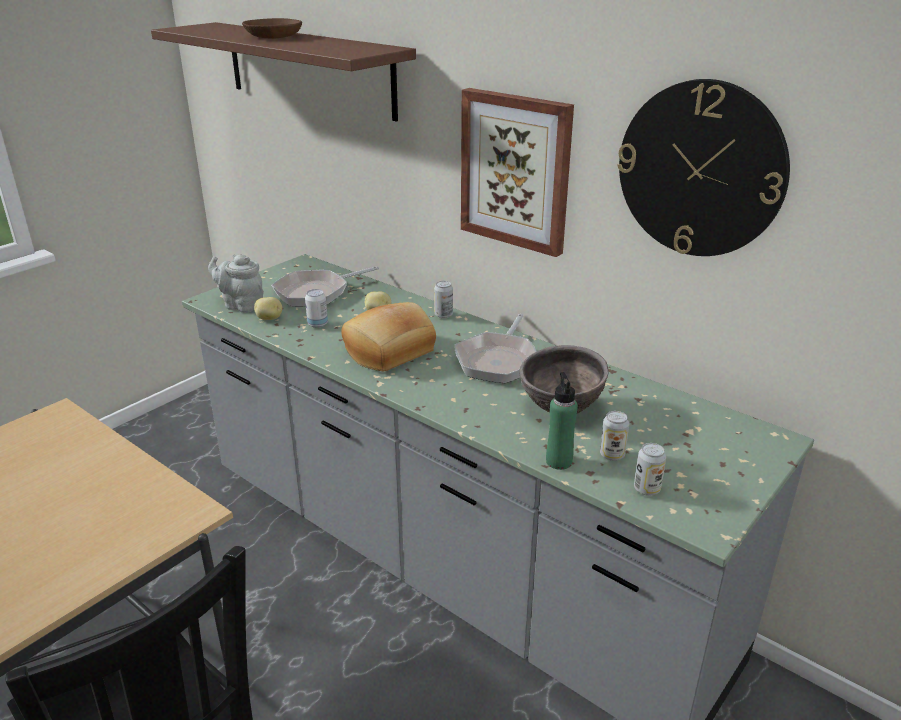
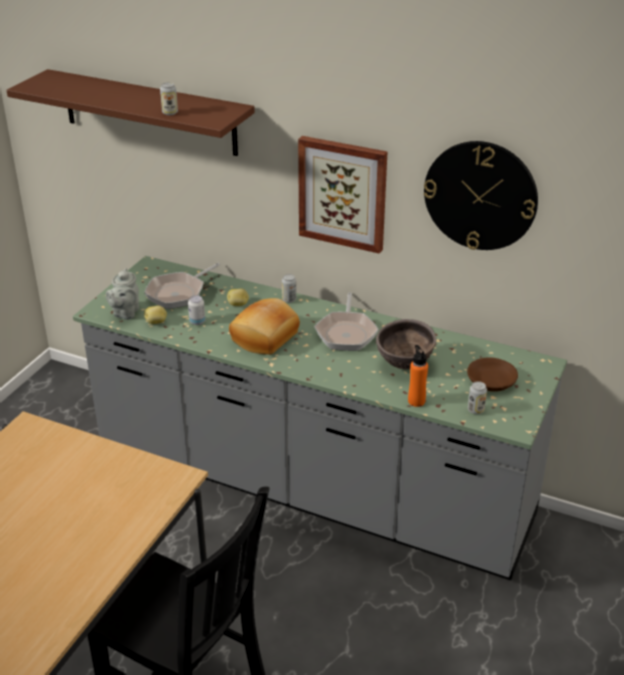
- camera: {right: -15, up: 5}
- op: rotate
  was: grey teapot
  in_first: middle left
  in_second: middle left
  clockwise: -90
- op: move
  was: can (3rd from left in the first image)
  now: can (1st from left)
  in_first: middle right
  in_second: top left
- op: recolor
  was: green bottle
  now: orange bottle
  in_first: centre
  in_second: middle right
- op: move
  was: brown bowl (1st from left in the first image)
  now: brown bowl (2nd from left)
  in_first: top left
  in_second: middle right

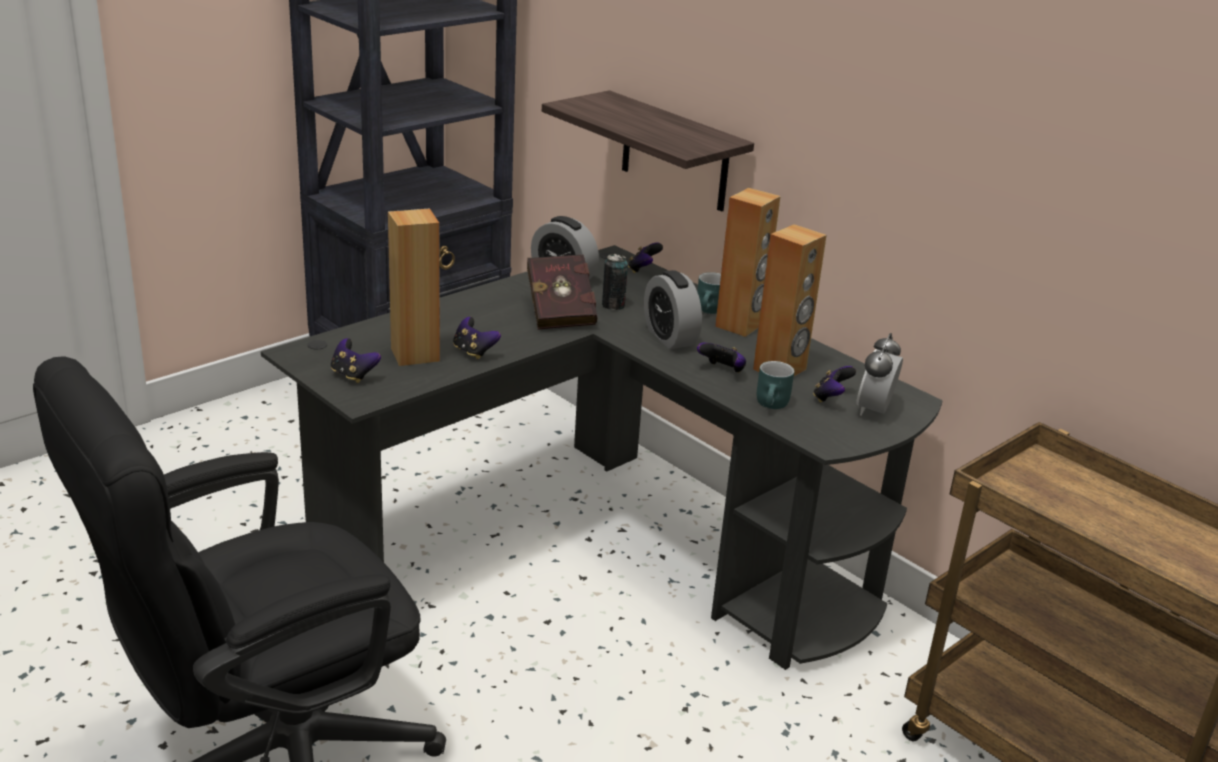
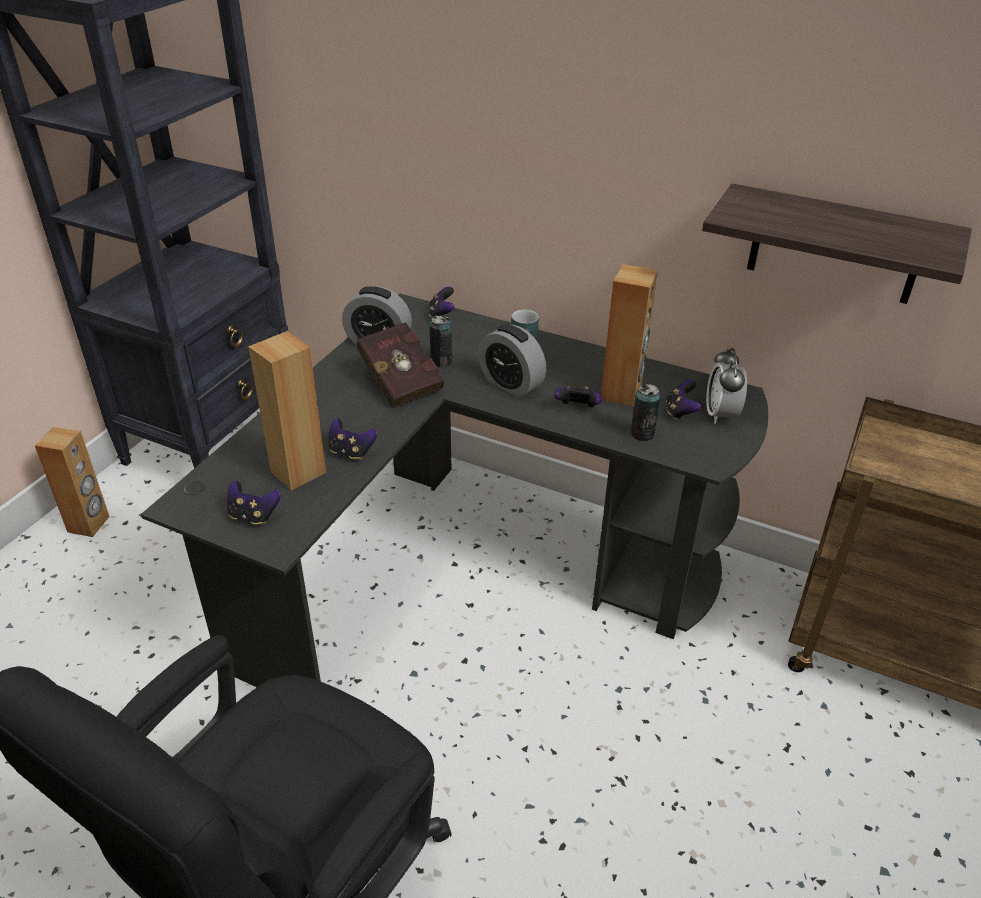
- camera: {right: -20, up: 10}
- op: move
  was: brown speaker (2nd from left in the first image)
  now: brown speaker (1st from left)
  in_first: centre
  in_second: middle left
- op: replace
  was: turquoise mug (2nd from left)
  now: can (2nd from left)
  in_first: centre
  in_second: centre
- op: move
  was: shelf
  in_first: top centre
  in_second: top right

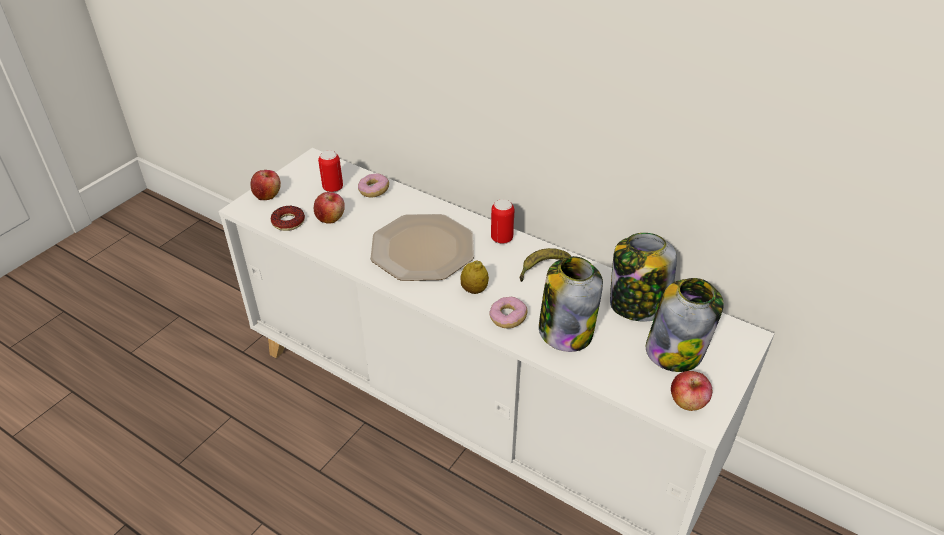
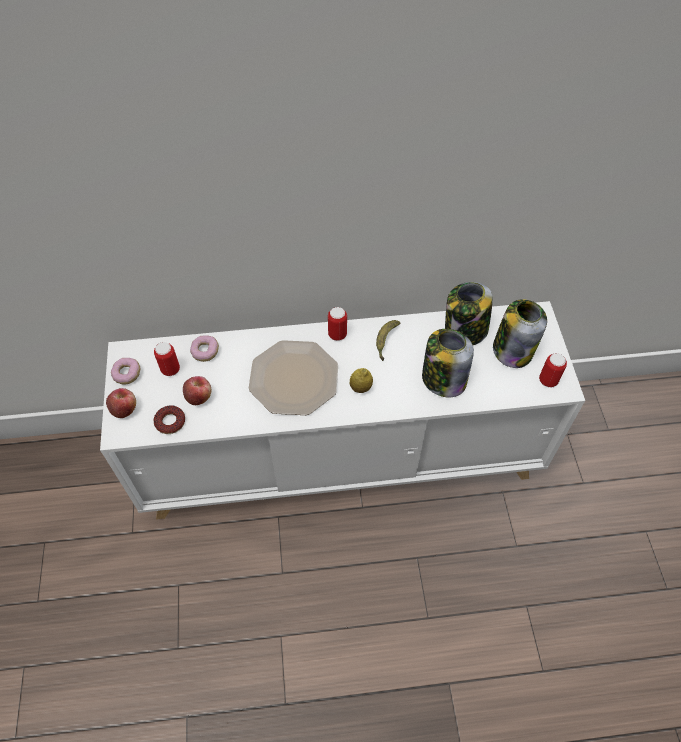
- camera: {right: -40, up: 15}
- op: move
  was: donut (3rd from left in the first image)
  now: donut (1st from left)
  in_first: centre
  in_second: middle left
- op: replace
  was: apple (3rd from left)
  now: can (3rd from left)
  in_first: bottom right
  in_second: middle right

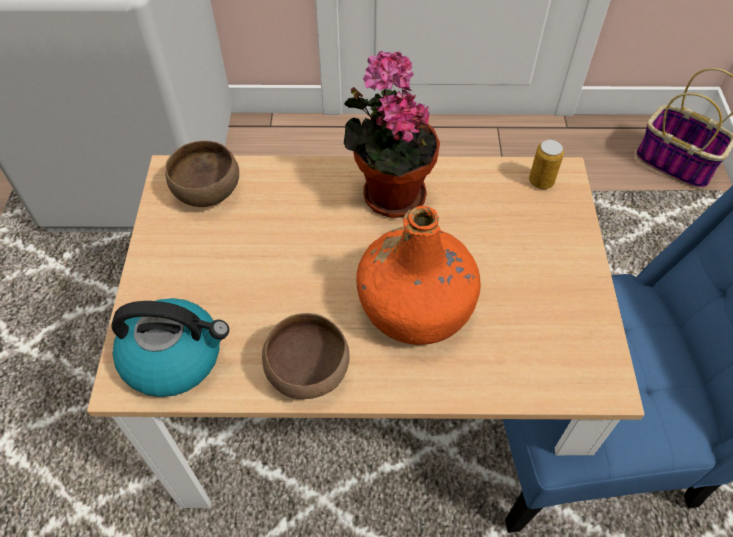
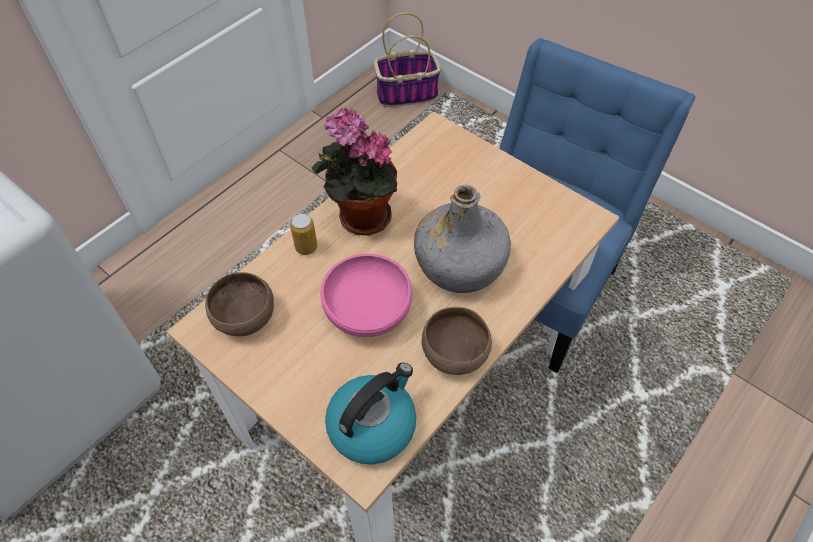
- camera: {right: -50, up: 0}
- op: move
  was: can
  in_first: top right
  in_second: centre
- op: insert
  now: pink bowl
  in_second: centre
- op: recolor
  was: orange bottle
  now: grey bottle
  in_first: centre
  in_second: centre

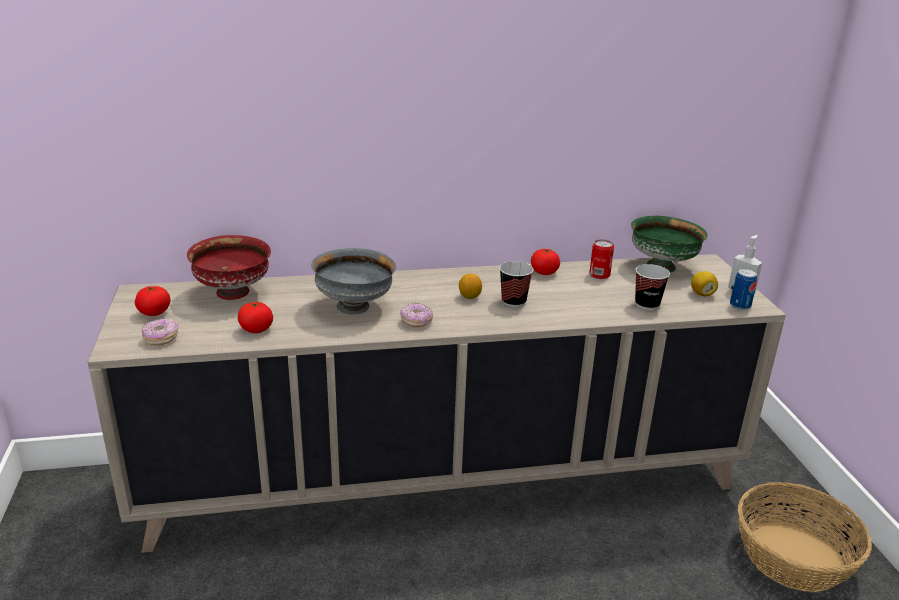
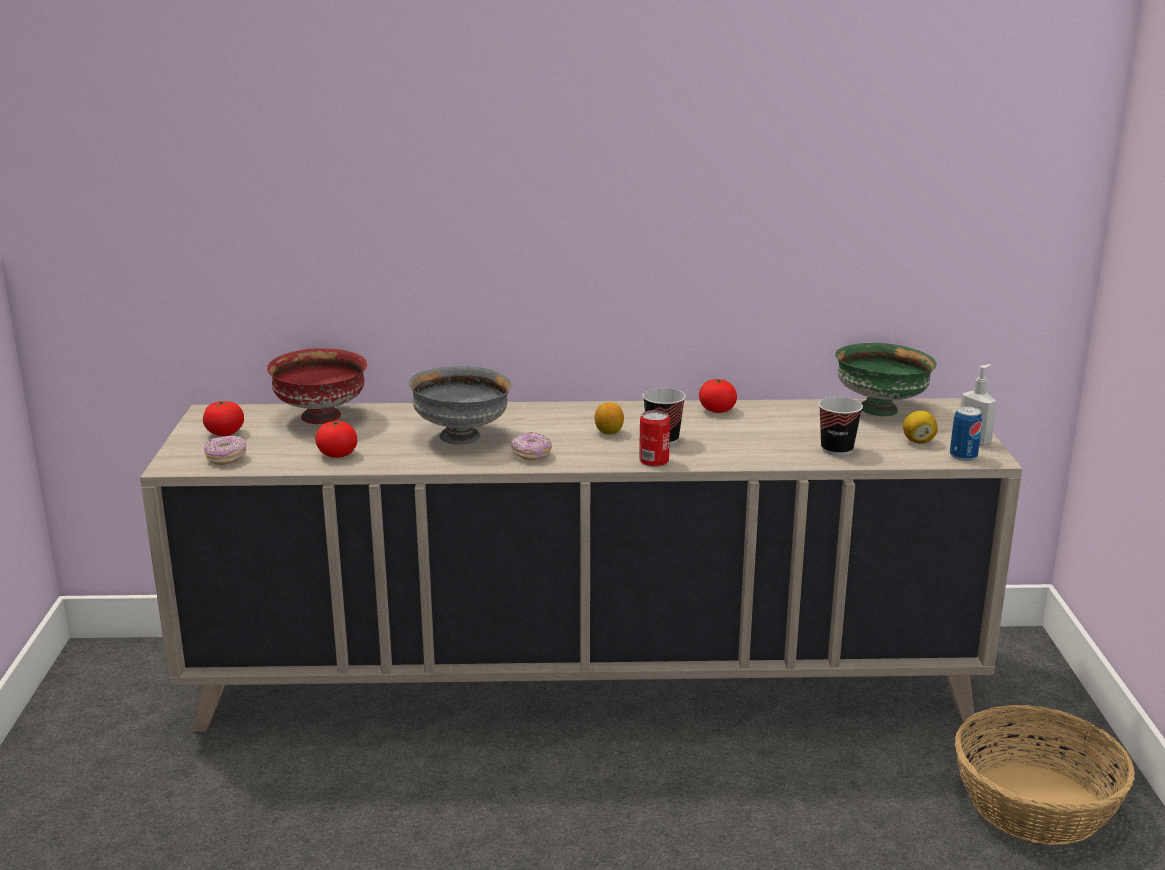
- camera: {right: 10, up: -5}
- op: move
  was: can (1st from left)
  in_first: middle right
  in_second: centre

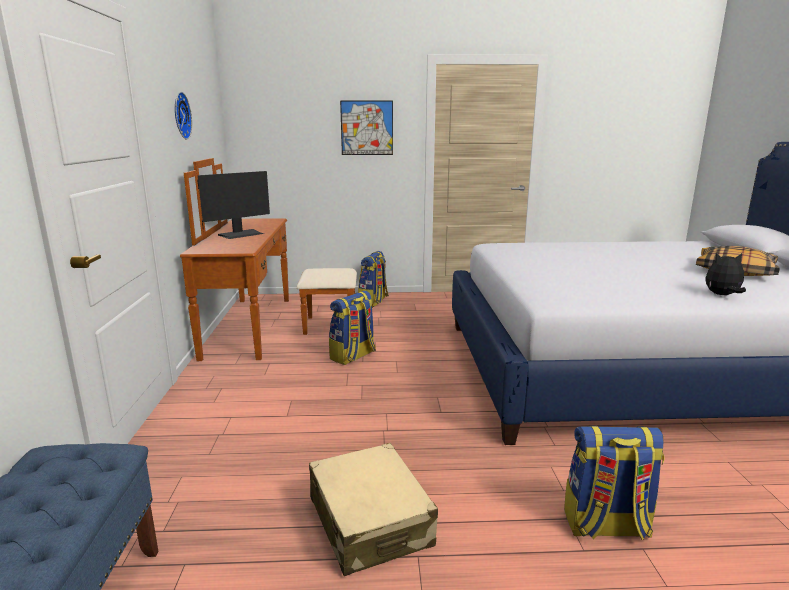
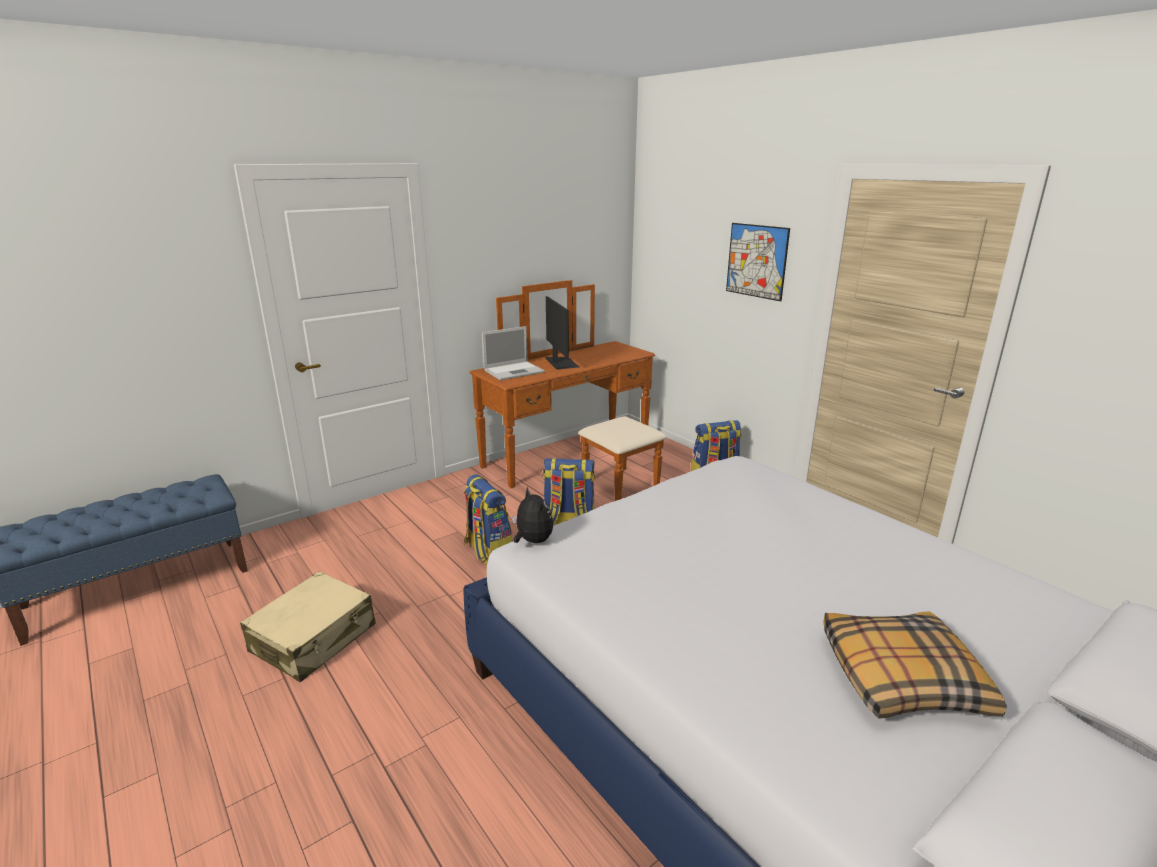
- camera: {right: 55, up: 5}
- op: move
  was: backpack (3rd from left in the first image)
  now: backpack (1st from left)
  in_first: bottom right
  in_second: centre
- op: insert
  now: laptop
  in_second: centre
- op: move
  was: plush toy
  in_first: middle right
  in_second: centre
- op: rotate
  was: monitor
  in_first: middle left
  in_second: centre
  clockwise: -120
- op: delete
  was: wall clock
  in_first: top left

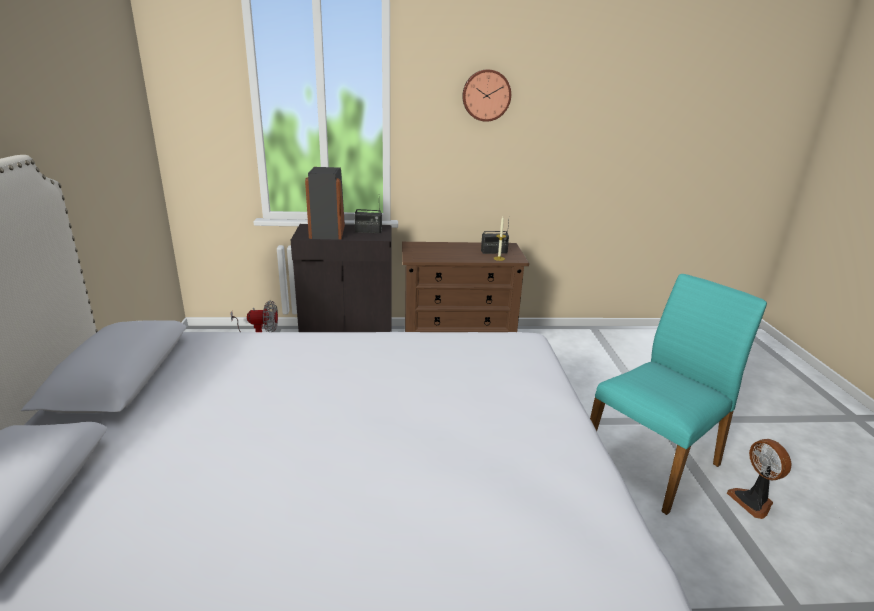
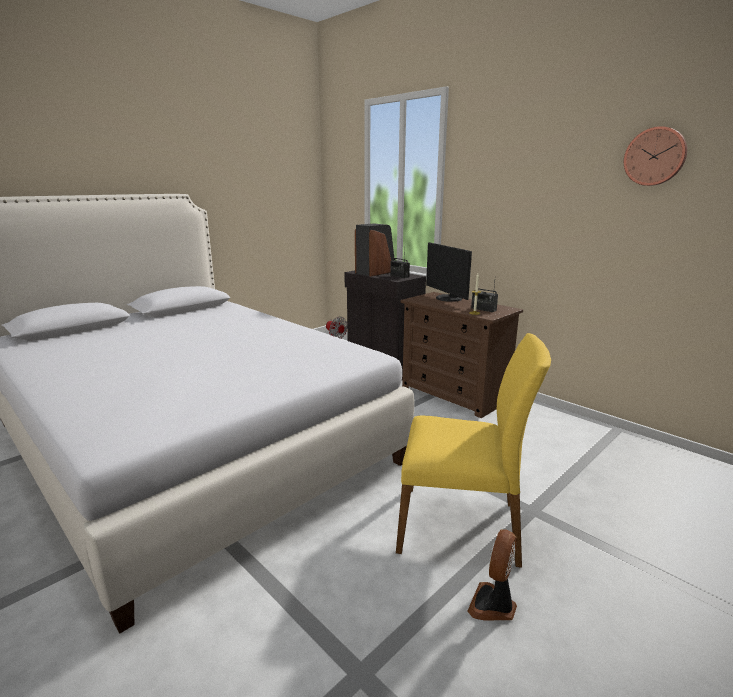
- camera: {right: 50, up: -5}
- op: recolor
  was: turquoise chair
  now: yellow chair
  in_first: middle right
  in_second: centre
- op: insert
  now: monitor
  in_second: centre
- op: move
  was: wall clock
  in_first: top centre
  in_second: top right

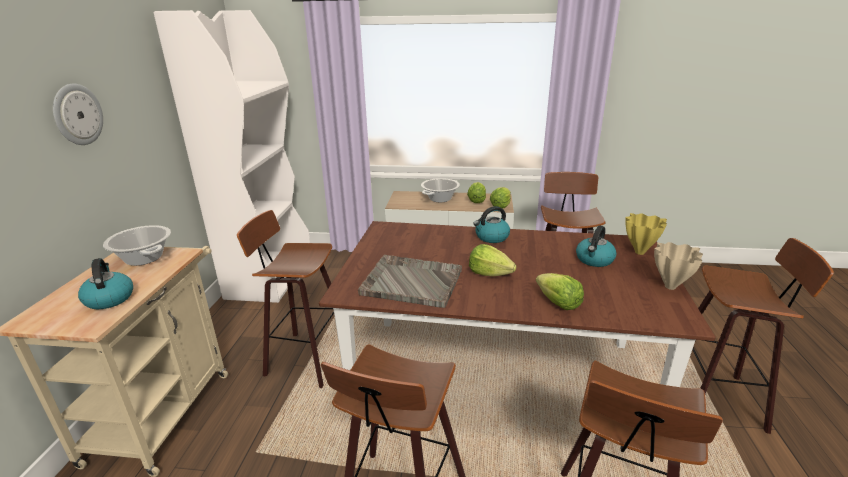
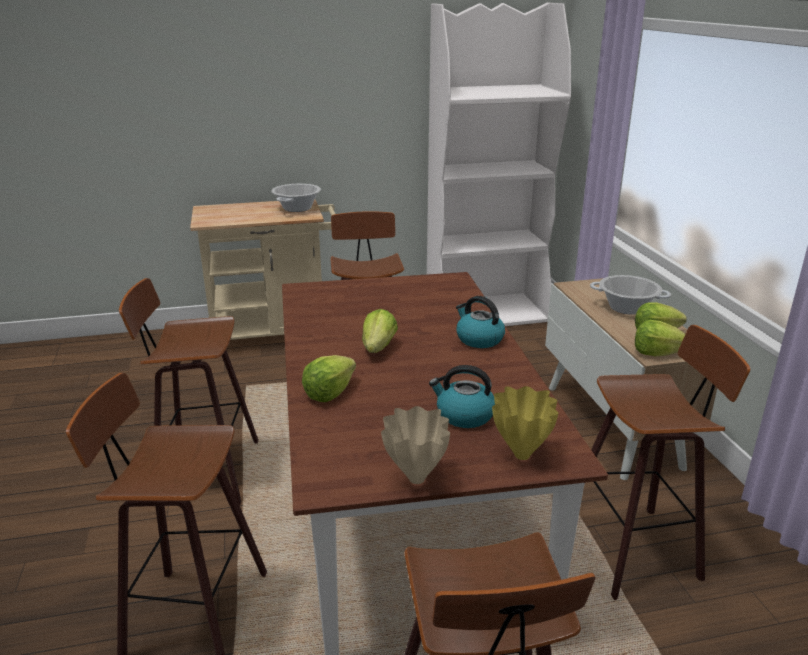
- camera: {right: 70, up: 0}
- op: delete
  was: wall clock
  in_first: top left
- op: delete
  was: kettle (1st from left)
  in_first: middle left
- op: delete
  was: grey tray
  in_first: centre

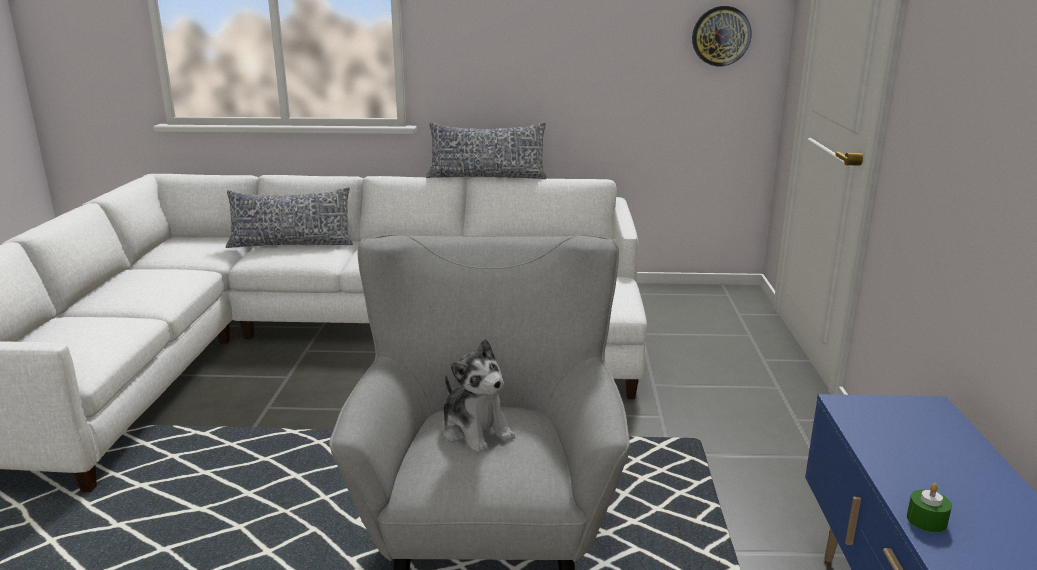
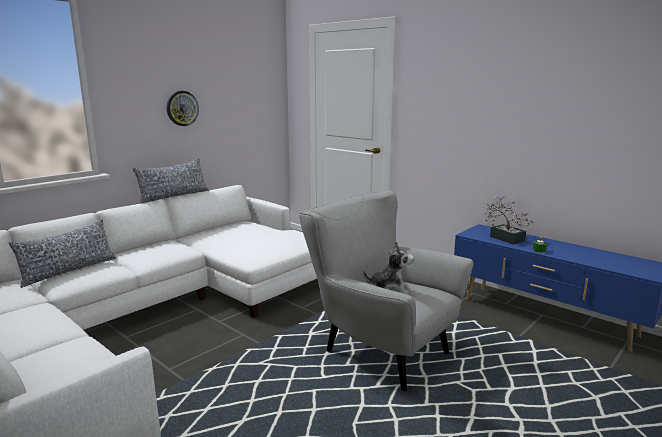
- camera: {right: -50, up: -5}
- op: move
  was: wall clock
  in_first: top right
  in_second: top left
- op: insert
  now: potted plant
  in_second: middle right

